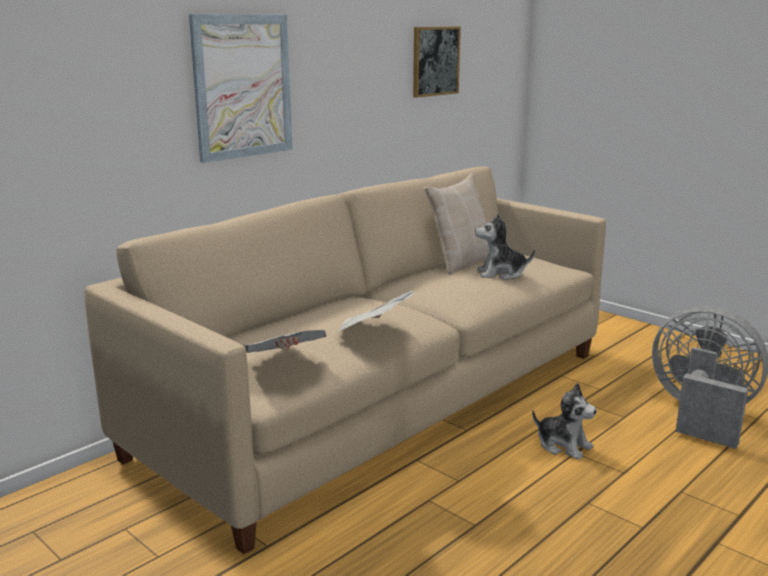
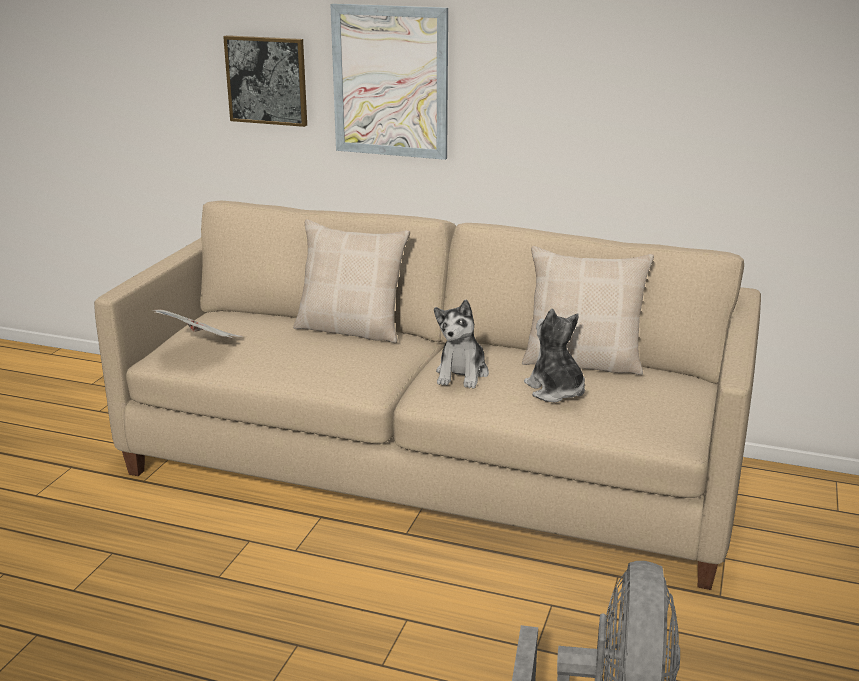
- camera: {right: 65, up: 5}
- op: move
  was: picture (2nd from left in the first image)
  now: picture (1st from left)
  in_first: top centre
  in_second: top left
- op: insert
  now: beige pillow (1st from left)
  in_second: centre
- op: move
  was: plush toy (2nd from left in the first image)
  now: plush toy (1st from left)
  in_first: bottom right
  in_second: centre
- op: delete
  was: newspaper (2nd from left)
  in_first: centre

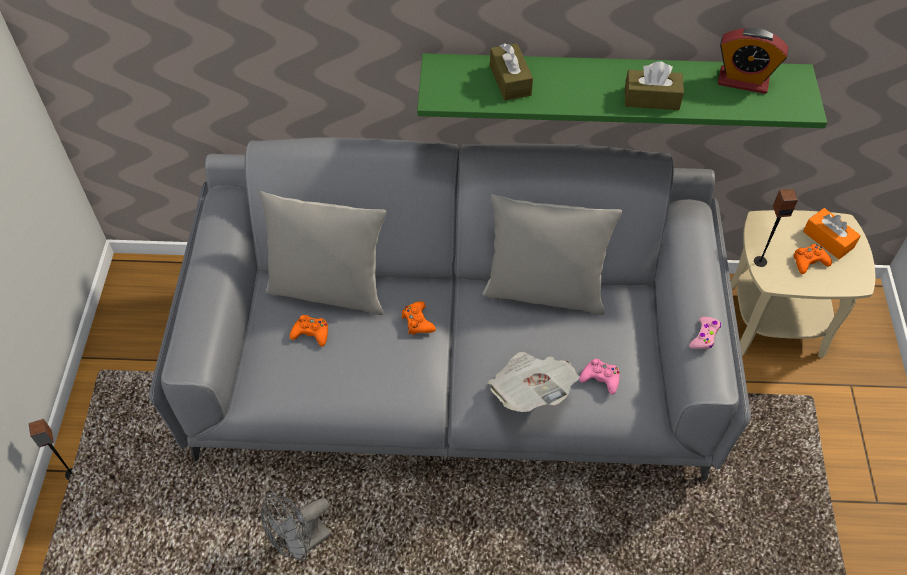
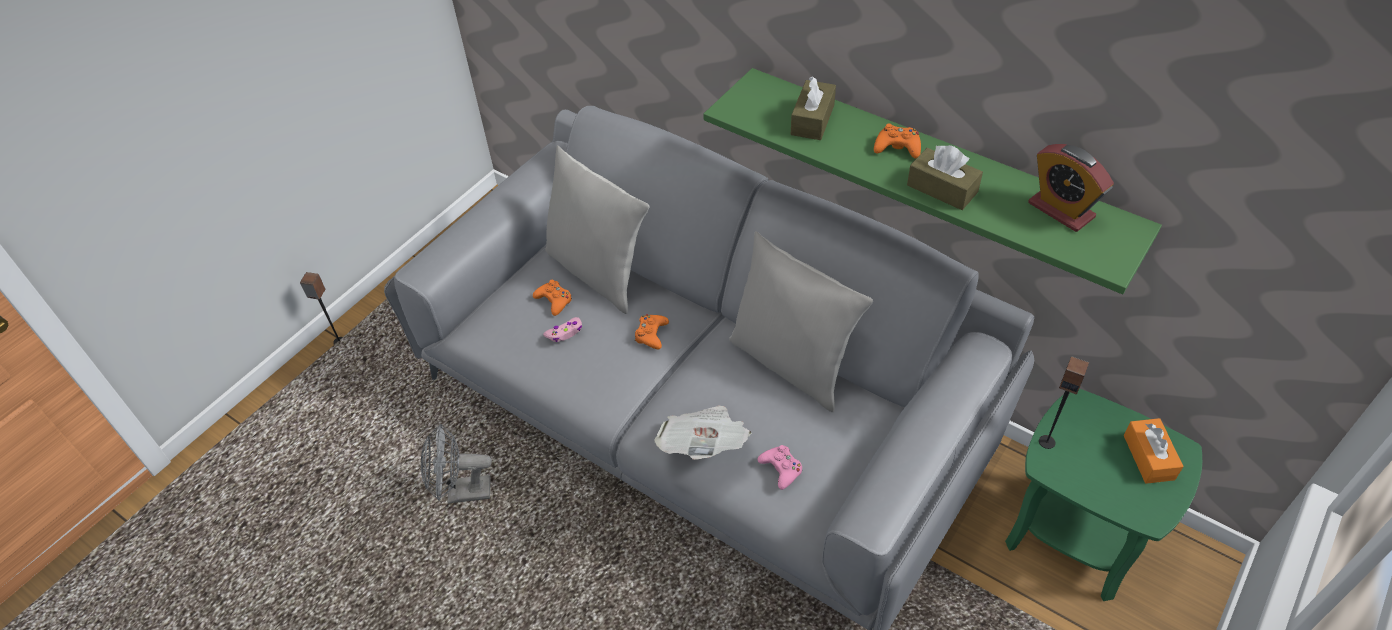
- camera: {right: 35, up: -5}
- op: move
  was: pink game controller (2nd from left in the first image)
  now: pink game controller (1st from left)
  in_first: middle right
  in_second: centre
- op: move
  was: orange game controller (3rd from left)
  in_first: middle right
  in_second: top centre
- op: recolor
  was: beige side table
  now: green side table
  in_first: middle right
  in_second: bottom right

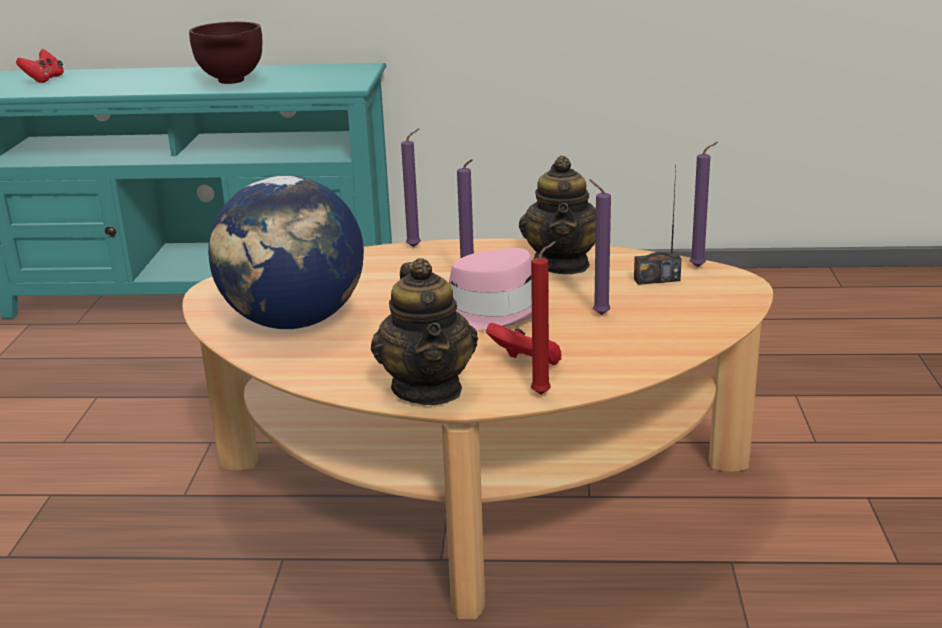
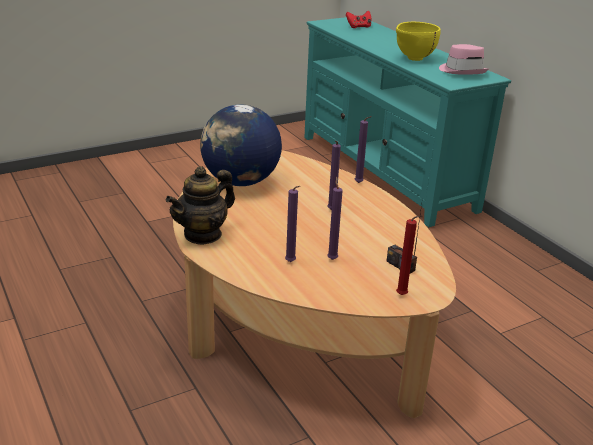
- camera: {right: 55, up: 5}
- op: move
  was: purple candle (4th from left in the first image)
  now: purple candle (1st from left)
  in_first: top right
  in_second: centre
- op: recolor
  was: brown bowl
  now: yellow bowl
  in_first: top left
  in_second: top right
- op: move
  was: red candle
  in_first: centre
  in_second: middle right
- op: move
  was: pink hat
  in_first: centre
  in_second: top right
- op: delete
  was: red game controller (2nd from left)
  in_first: centre
- op: delete
  was: teapot (2nd from left)
  in_first: centre

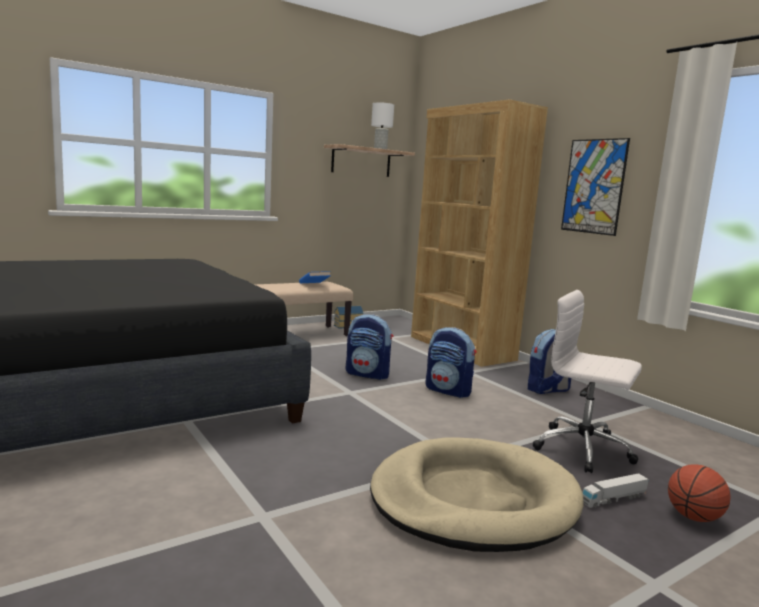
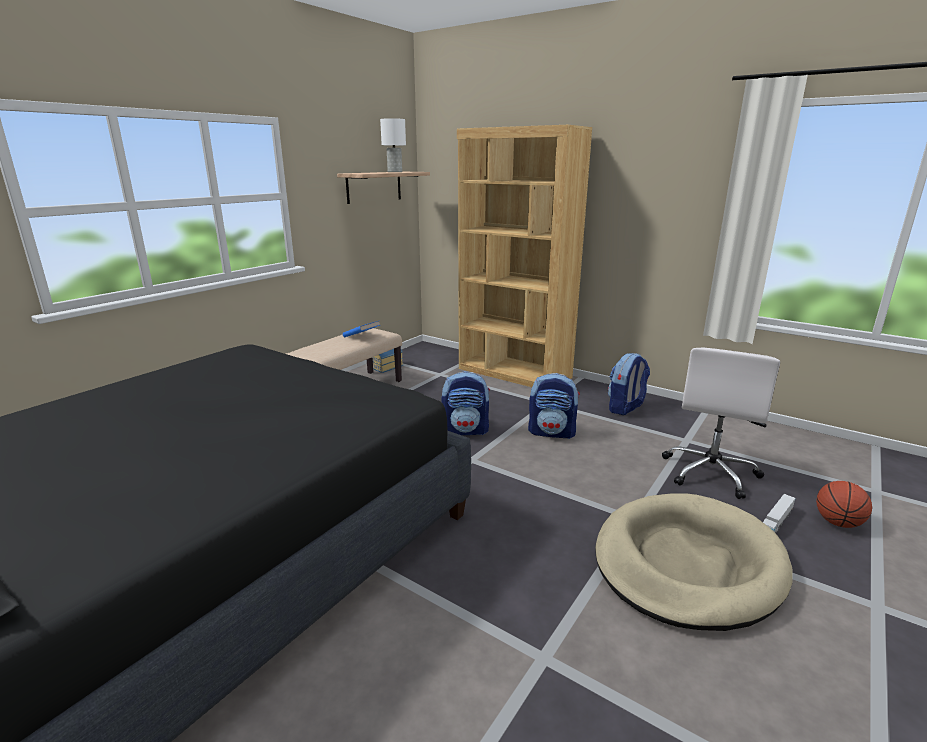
- camera: {right: -20, up: 10}
- op: rotate
  was: white office chair
  in_first: middle right
  in_second: middle right
  clockwise: -75
- op: delete
  was: picture
  in_first: top right

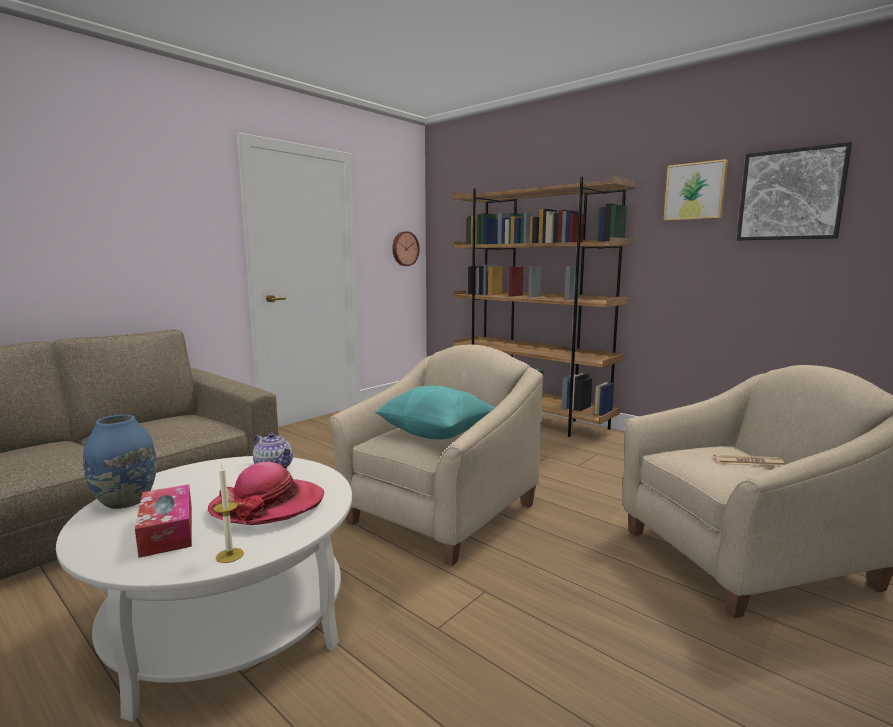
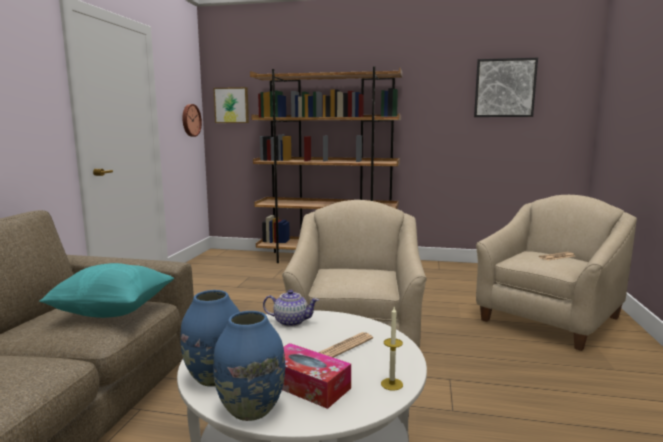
- camera: {right: -30, up: 0}
- op: move
  was: turquoise pillow
  in_first: centre
  in_second: middle left
- op: move
  was: picture (1st from left)
  in_first: top right
  in_second: top centre
- op: insert
  now: blue vase (2nd from left)
  in_second: bottom centre
- op: replace
  was: hat
  now: newspaper (1st from left)
  in_first: bottom left
  in_second: bottom centre

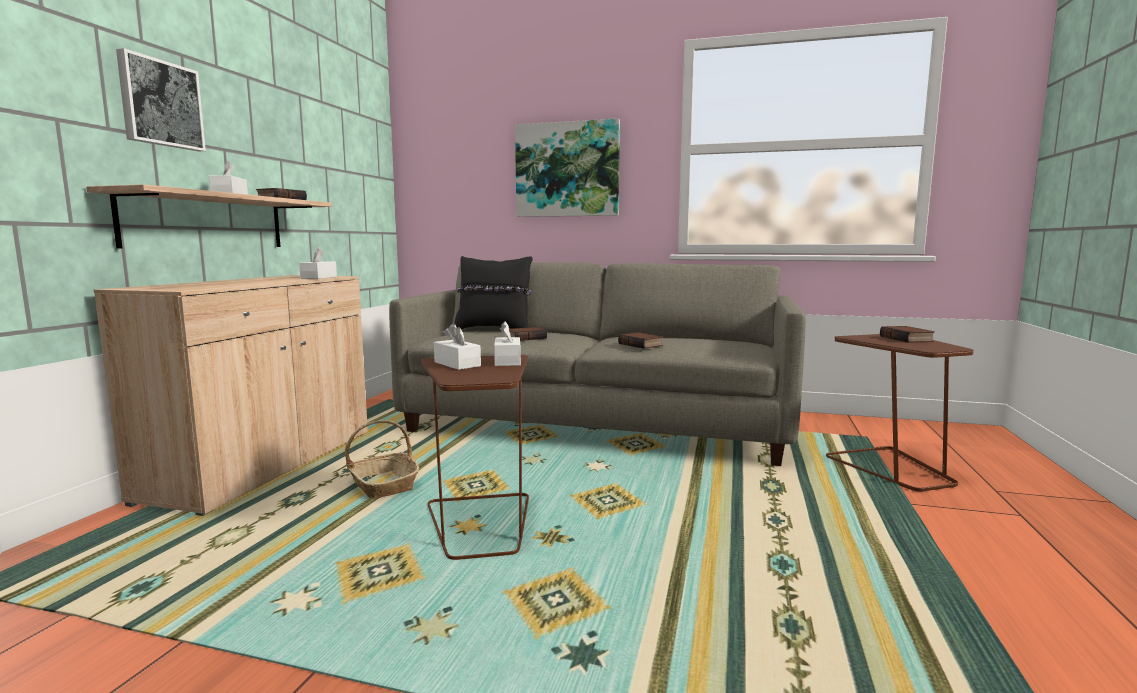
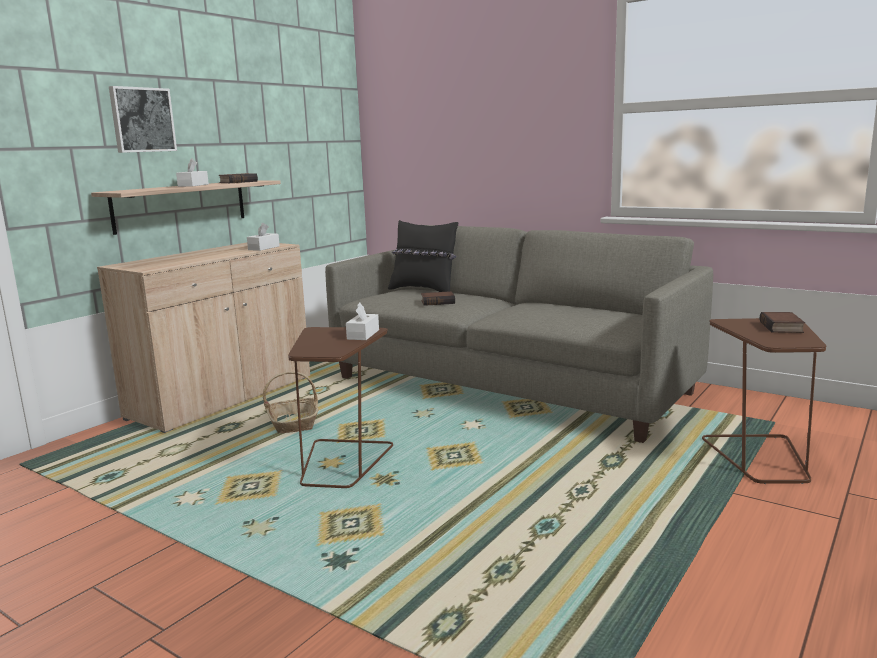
- camera: {right: 20, up: 5}
- op: delete
  was: white tissue box (3rd from left)
  in_first: centre
- op: delete
  was: picture (2nd from left)
  in_first: top centre
- op: delete
  was: book (3rd from left)
  in_first: centre

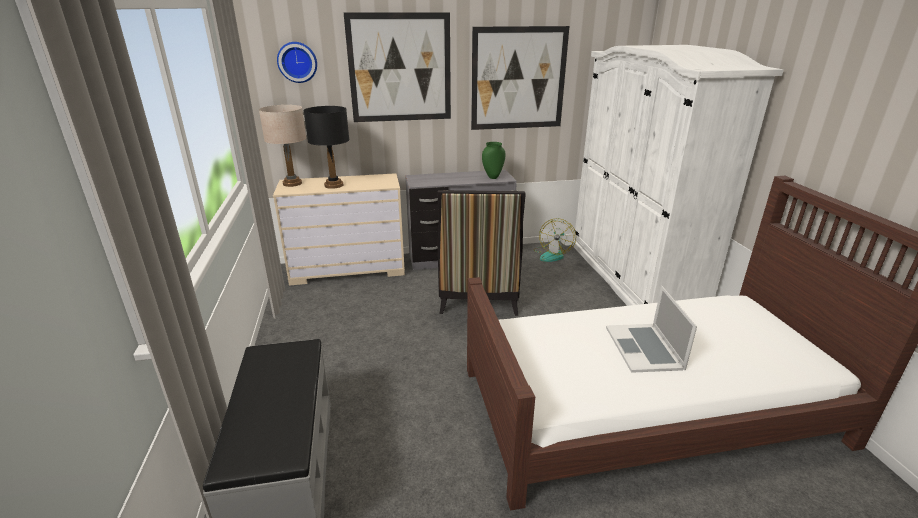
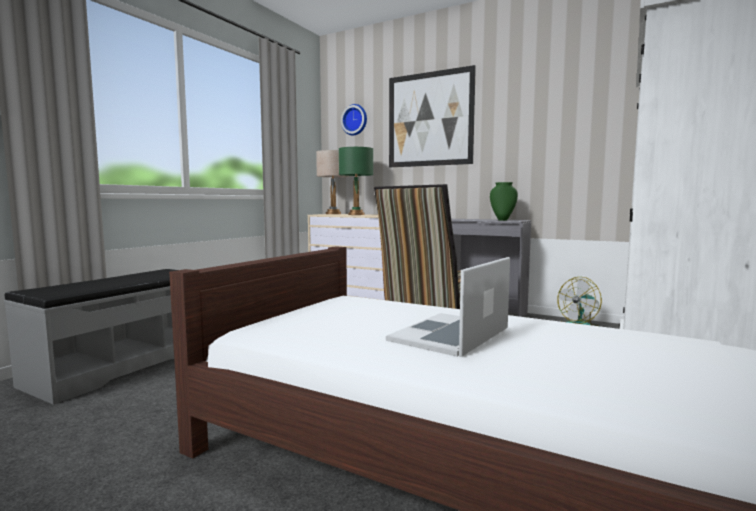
- camera: {right: 40, up: -20}
- op: recolor
  was: black table lamp
  now: green table lamp
  in_first: top centre
  in_second: centre
- op: delete
  was: picture (2nd from left)
  in_first: top centre

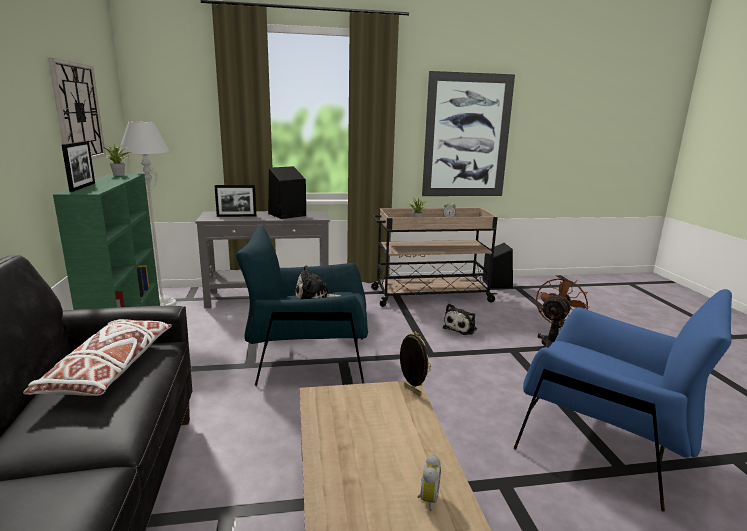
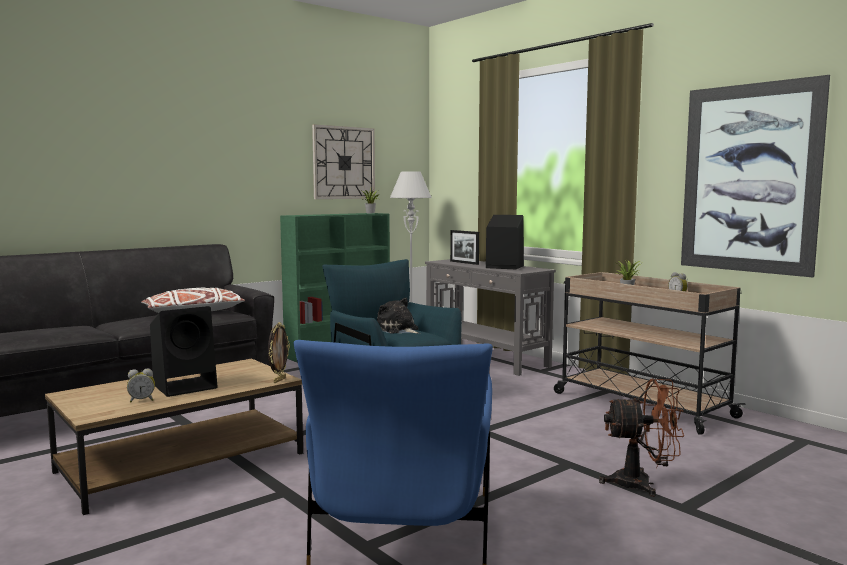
- camera: {right: 60, up: -10}
- op: move
  was: black speaker (2nd from left in the first image)
  now: black speaker (1st from left)
  in_first: centre
  in_second: middle left
- op: delete
  was: picture frame (1st from left)
  in_first: top left
- op: delete
  was: plush toy (2nd from left)
  in_first: centre

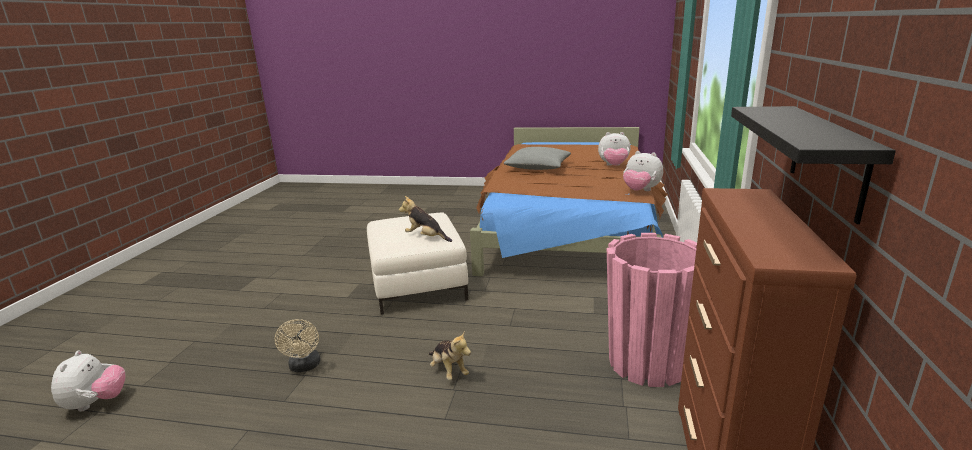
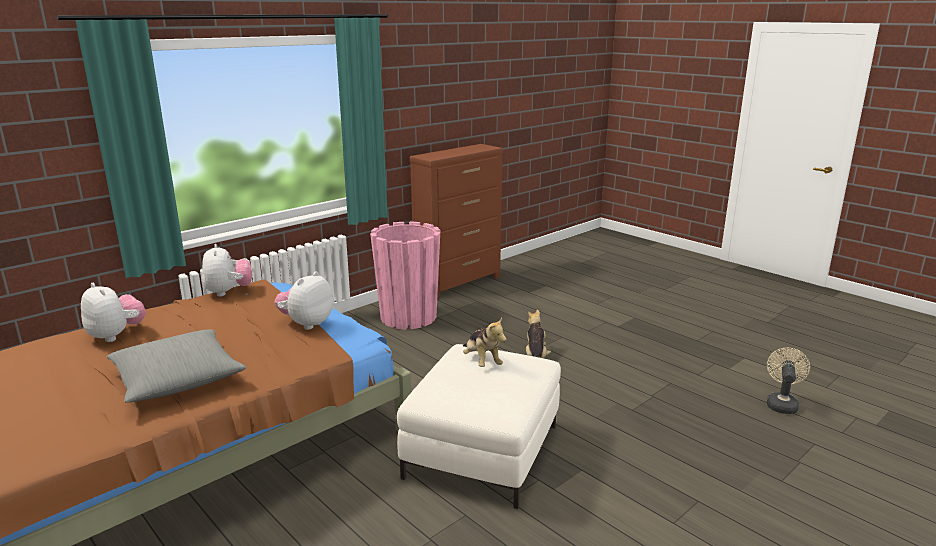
- camera: {right: -145, up: 0}
- op: move
  was: plush toy (1st from left in the first image)
  now: plush toy (3rd from left)
  in_first: bottom left
  in_second: middle left
- op: move
  was: beige fan
  in_first: bottom left
  in_second: bottom right
- op: delete
  was: black shelf
  in_first: middle right

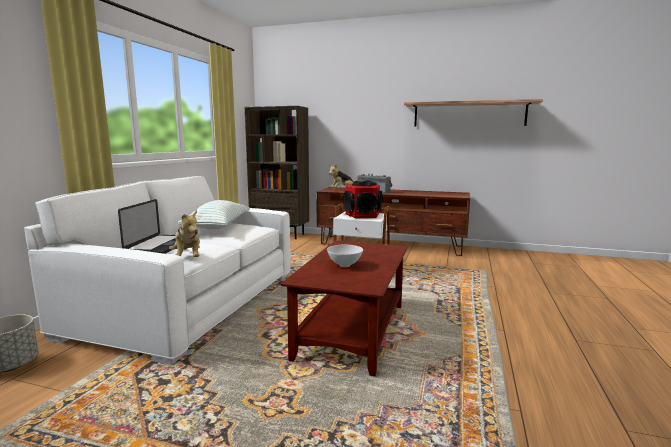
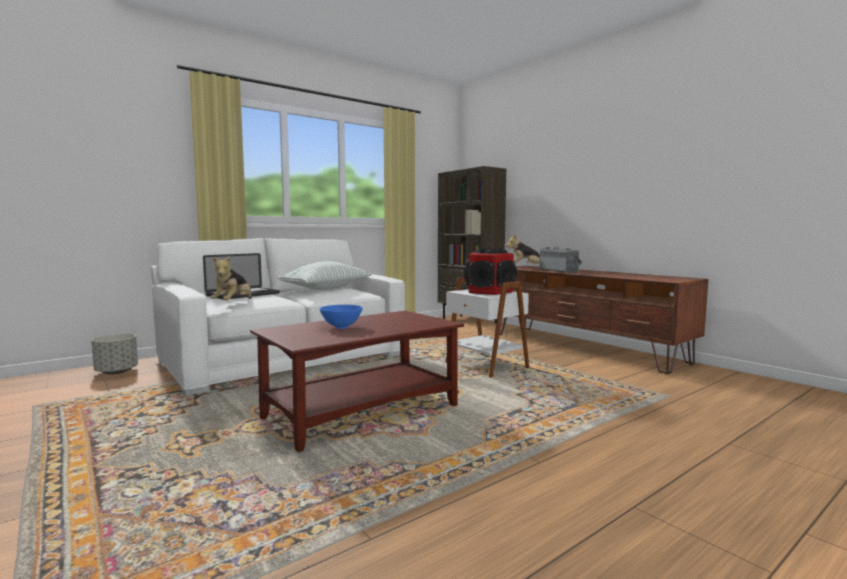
- camera: {right: 35, up: -5}
- op: recolor
  was: white bowl
  now: blue bowl
  in_first: centre
  in_second: centre
- op: delete
  was: shelf
  in_first: top right

